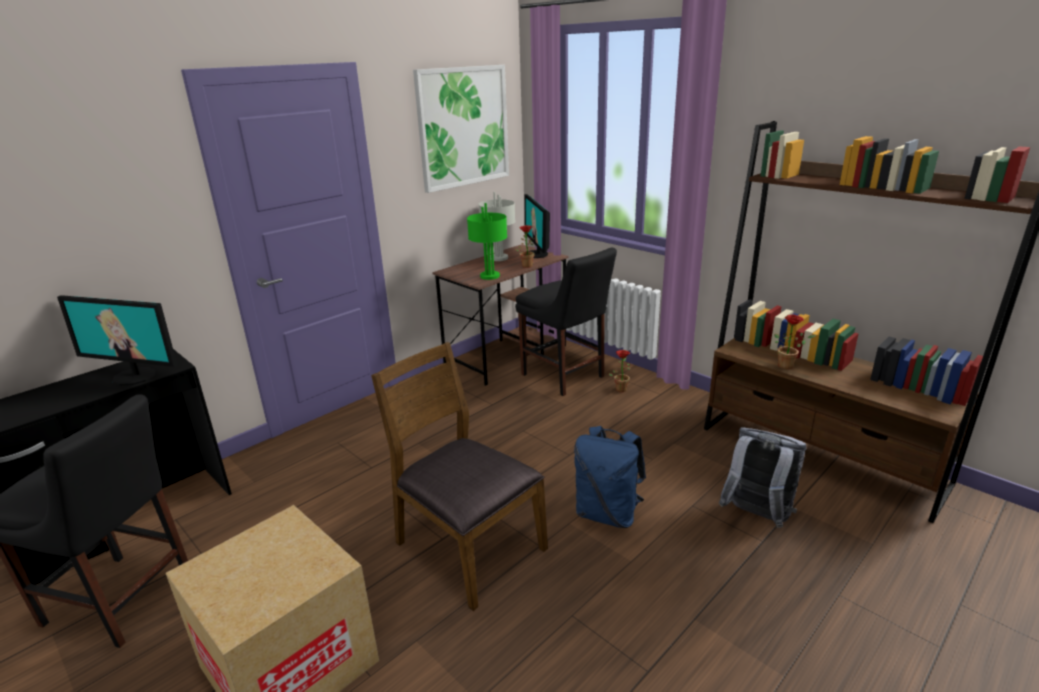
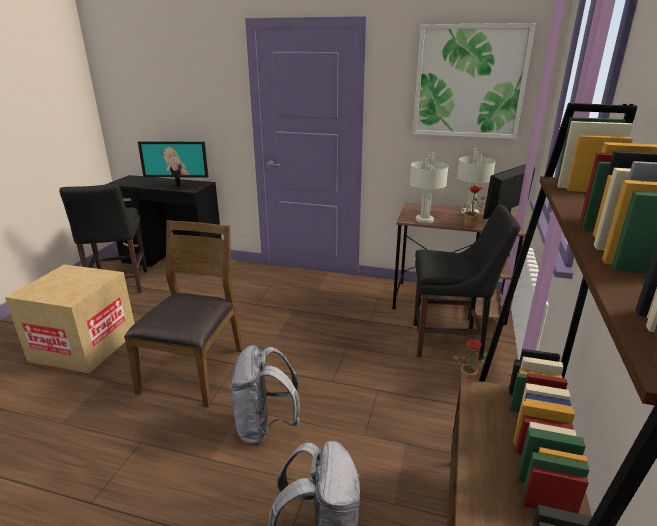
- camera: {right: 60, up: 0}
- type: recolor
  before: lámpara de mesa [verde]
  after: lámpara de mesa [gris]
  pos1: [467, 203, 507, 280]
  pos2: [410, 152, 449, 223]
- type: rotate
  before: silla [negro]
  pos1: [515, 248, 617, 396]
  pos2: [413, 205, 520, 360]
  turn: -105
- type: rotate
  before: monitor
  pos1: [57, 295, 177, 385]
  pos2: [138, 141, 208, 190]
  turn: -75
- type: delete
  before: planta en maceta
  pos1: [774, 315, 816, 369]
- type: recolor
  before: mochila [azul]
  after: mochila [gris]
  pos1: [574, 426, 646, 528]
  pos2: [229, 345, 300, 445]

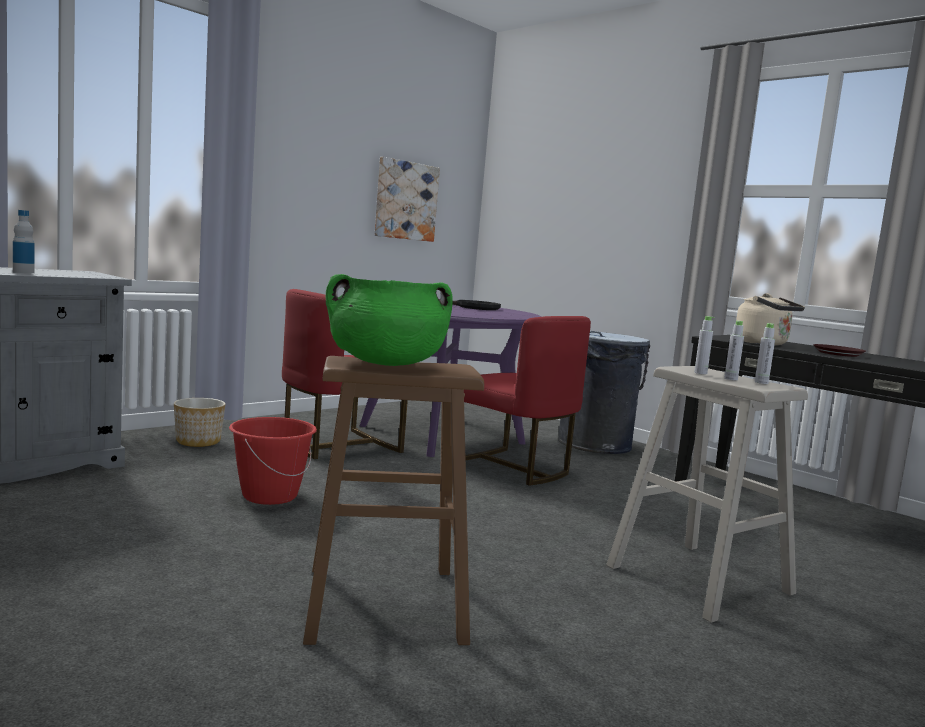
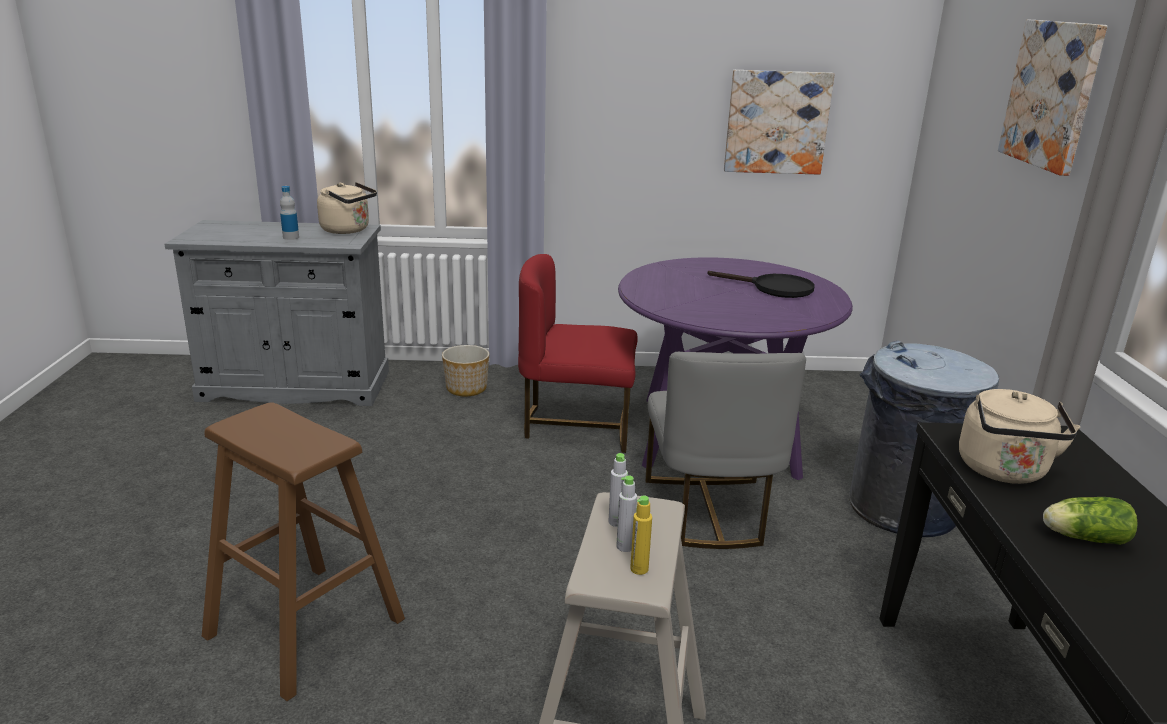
- camera: {right: 45, up: 15}
- type: delete
  before: olla [verde]
  pos1: [326, 274, 453, 366]
- type: recolor
  before: silla [rojo]
  after: silla [gris]
  pos1: [464, 316, 591, 486]
  pos2: [645, 352, 806, 549]
- type: recolor
  before: botella [gris]
  after: botella [amarillo]
  pos1: [755, 323, 775, 384]
  pos2: [630, 495, 652, 575]
- type: replace
  before: plato [marrón]
  after: lechuga
  pos1: [813, 344, 866, 357]
  pos2: [1043, 497, 1138, 545]
- type: delete
  before: cubo [rojo]
  pos1: [229, 417, 317, 505]
- type: insert
  after: cuadro
  pos2: [998, 20, 1108, 176]
- type: insert
  after: hervidor [beis]
  pos2: [317, 182, 377, 234]

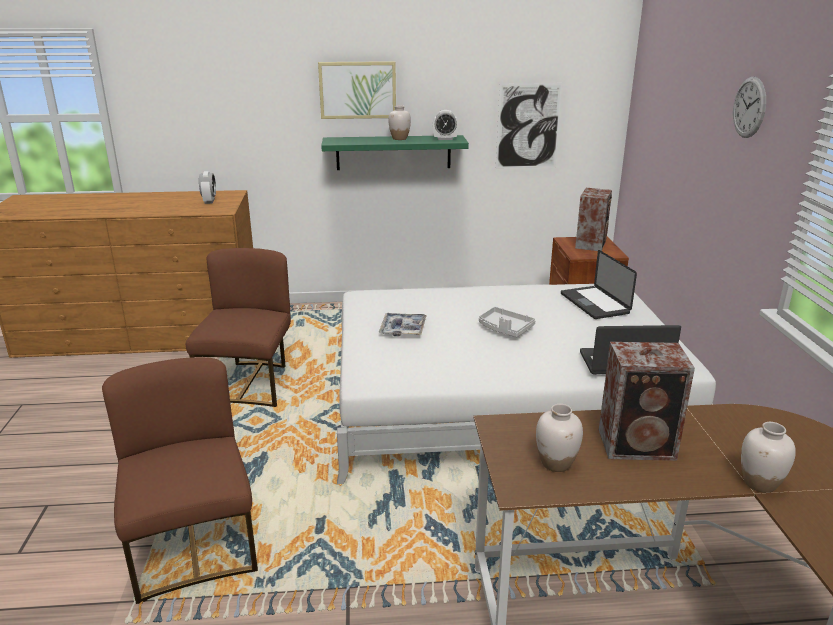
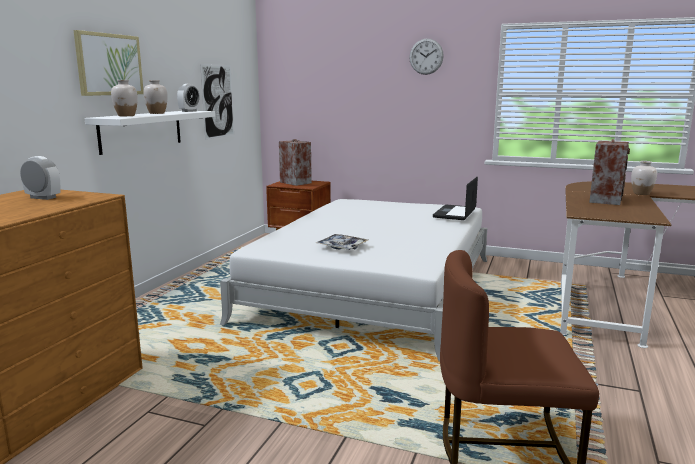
- camera: {right: -65, up: -10}
- type: recolor
  before: estante [verde]
  after: estante [blanco]
  pos1: [321, 135, 469, 170]
  pos2: [84, 111, 215, 155]
- type: delete
  before: silla [marrón]
  pos1: [186, 248, 291, 407]
- type: delete
  before: portátil
  pos1: [561, 250, 637, 319]
- type: delete
  before: bandeja [gris]
  pos1: [479, 307, 536, 337]
- type: move
  before: florero [blanco]
  pos1: [536, 404, 583, 472]
  pos2: [111, 80, 138, 116]

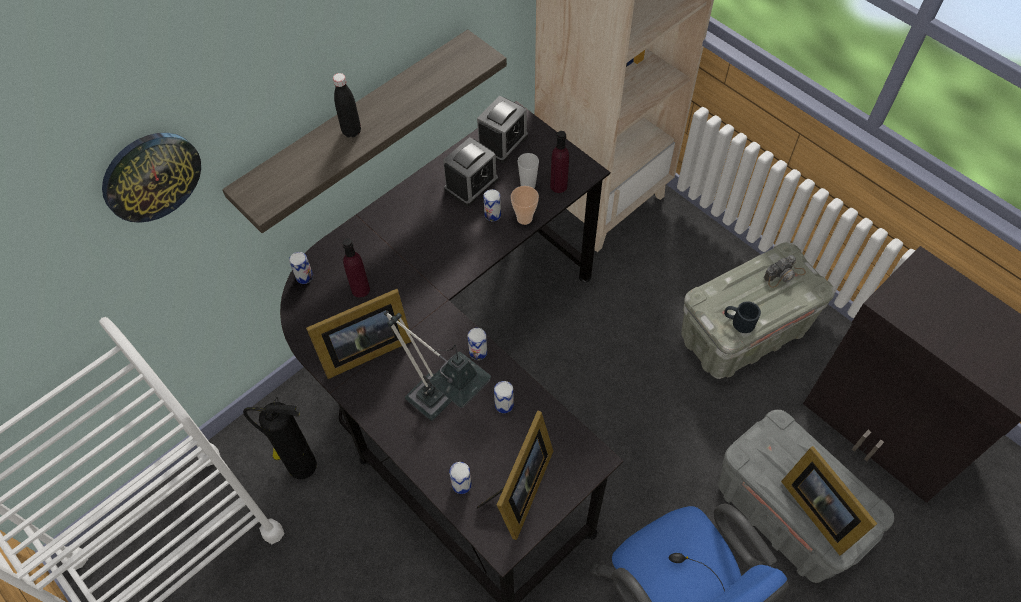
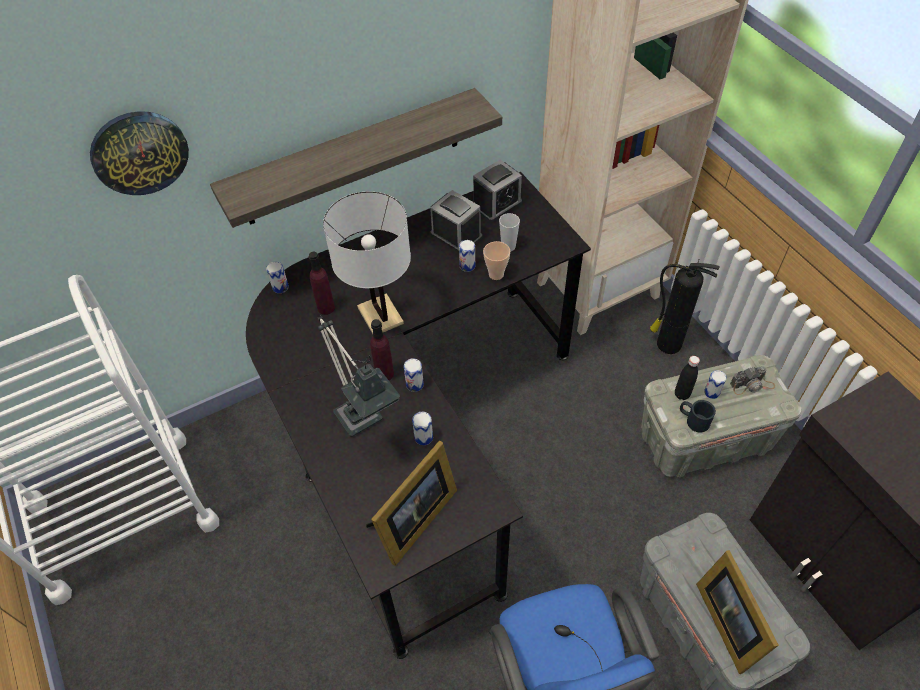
- camera: {right: 15, up: -5}
- type: move
  before: botella [negro]
  pos1: [333, 73, 361, 137]
  pos2: [675, 356, 700, 400]
- type: move
  before: botella [morado]
  pos1: [550, 131, 569, 193]
  pos2: [370, 319, 394, 380]
- type: rotate
  before: despertador
  pos1: [443, 137, 498, 206]
  pos2: [430, 190, 482, 253]
  turn: -105
- type: delete
  before: portarretratos
  pos1: [306, 289, 411, 379]
- type: move
  before: extintor
  pos1: [243, 397, 317, 479]
  pos2: [650, 260, 720, 354]
- type: move
  before: lata
  pos1: [449, 462, 472, 494]
  pos2: [704, 370, 727, 399]
- type: insert
  after: lámpara de mesa [blanco]
  pos2: [323, 191, 411, 334]

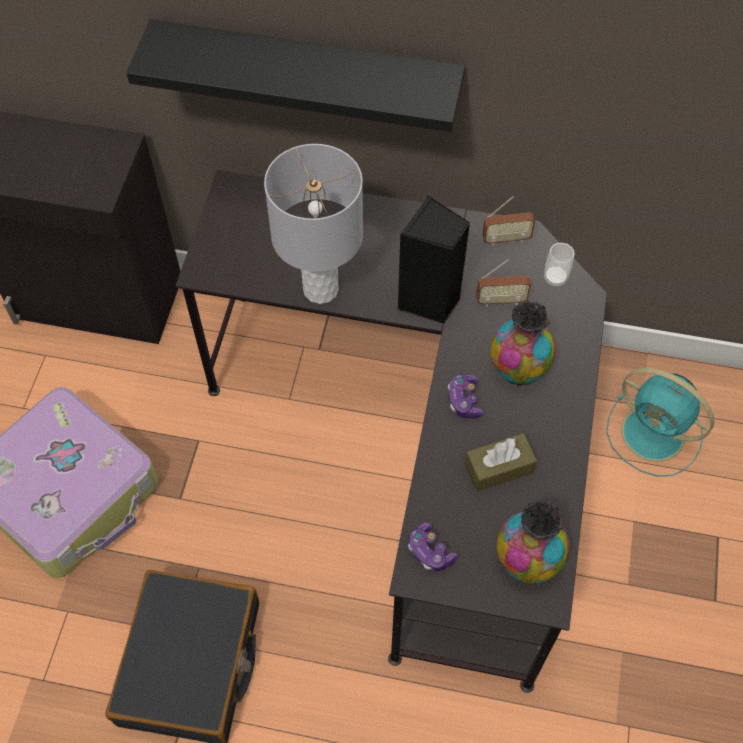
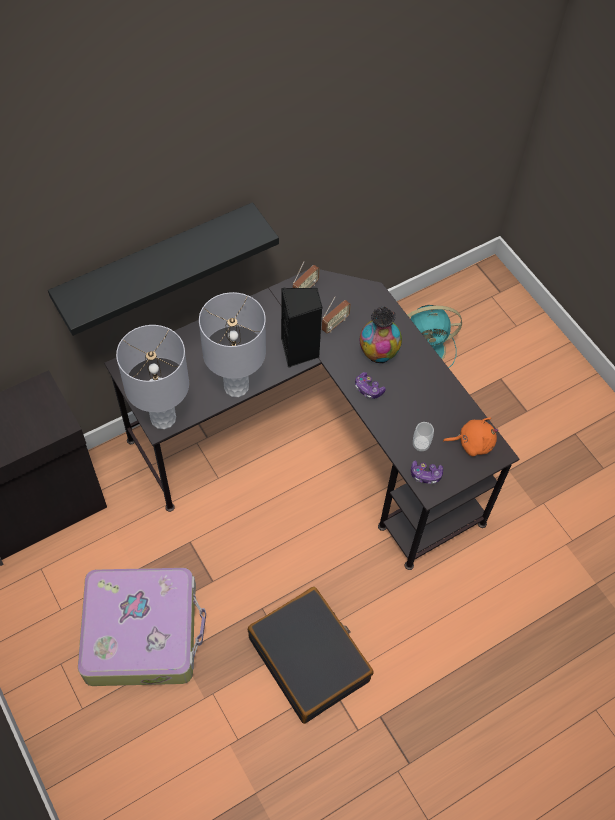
- camera: {right: -45, up: 0}
- type: move
  before: taza
  pos1: [544, 243, 575, 287]
  pos2: [413, 422, 434, 452]
- type: delete
  before: caja de pañuelos [marrón]
  pos1: [464, 433, 537, 492]
- type: replace
  before: florero
  after: peluche [naranja]
  pos1: [497, 500, 570, 584]
  pos2: [443, 417, 499, 456]
- type: insert
  after: lámpara de mesa [gris]
  pos2: [116, 325, 189, 429]

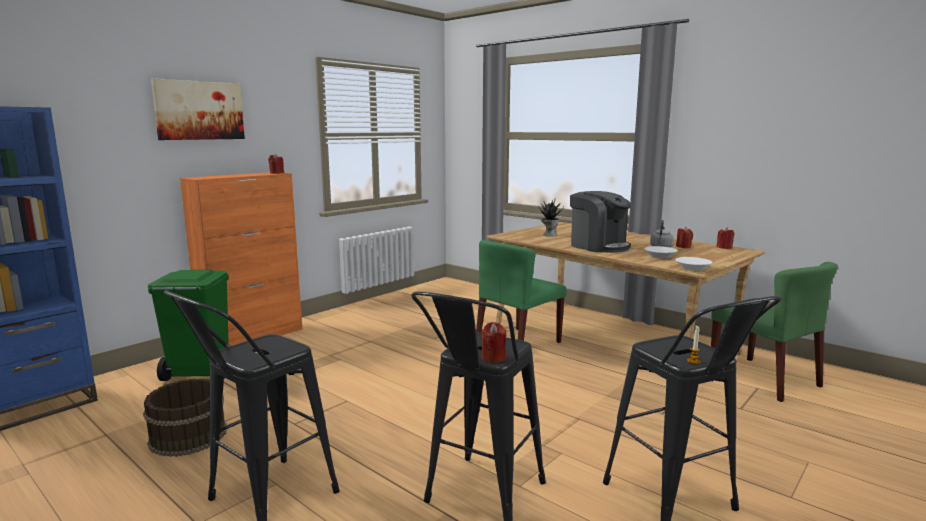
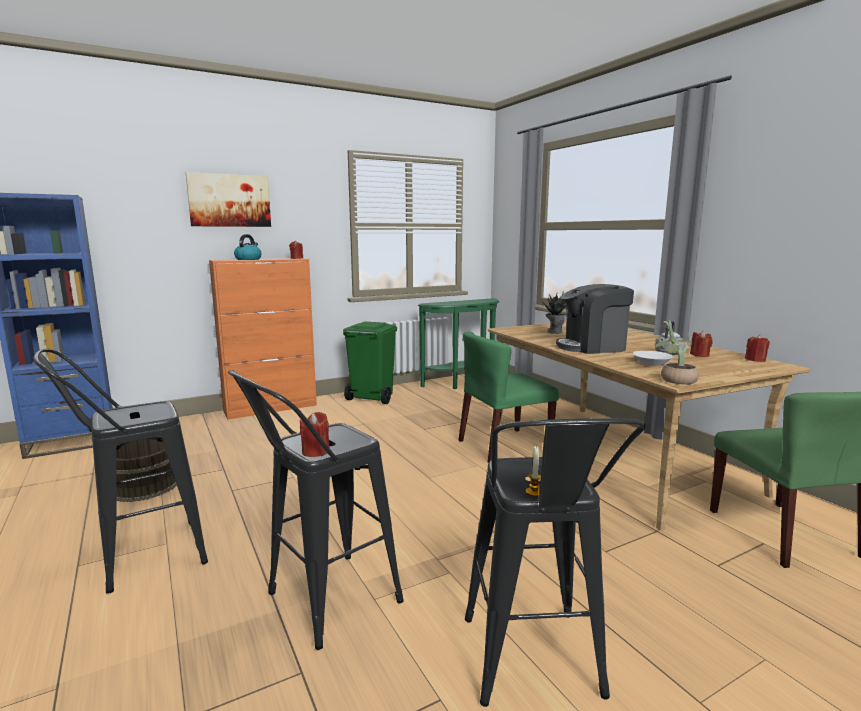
- camera: {right: 20, up: 0}
- type: rotate
  before: cafetera
  pos1: [570, 191, 631, 253]
  pos2: [556, 284, 634, 354]
  turn: 105
- type: replace
  before: cuenco [blanco]
  after: planta en maceta
  pos1: [675, 257, 712, 271]
  pos2: [655, 320, 699, 385]
- type: move
  before: papelera [verde]
  pos1: [148, 270, 229, 381]
  pos2: [343, 322, 397, 404]
- type: insert
  after: hervidor
  pos2: [234, 234, 261, 260]
- type: insert
  after: mesa consola [verde]
  pos2: [418, 298, 499, 389]

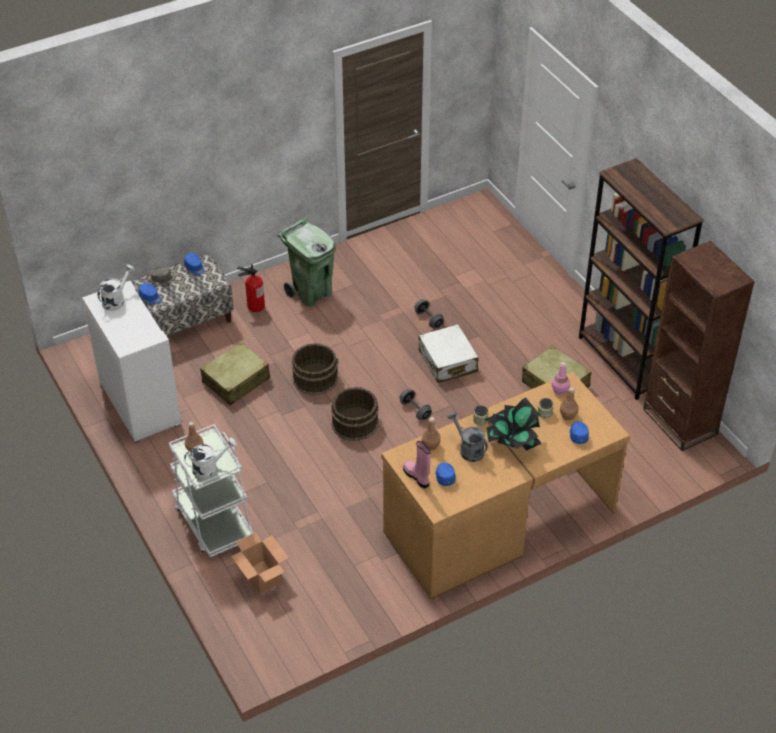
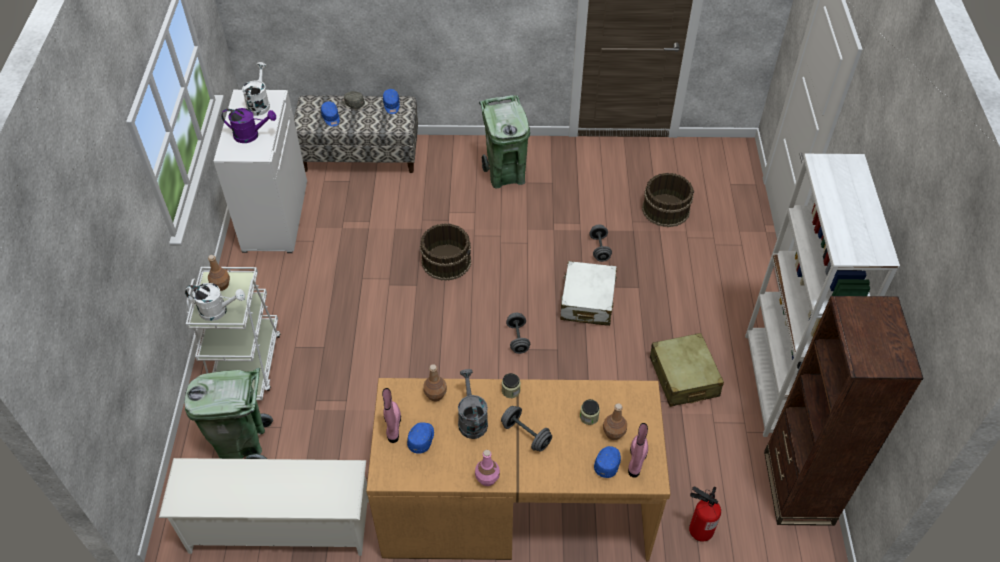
- camera: {right: 30, up: 5}
- type: recolor
  before: estantería [marrón]
  after: estantería [blanco]
  pos1: [579, 158, 703, 400]
  pos2: [745, 154, 900, 437]
- type: rotate
  before: regadera [blanco]
  pos1: [97, 264, 135, 311]
  pos2: [242, 62, 270, 116]
  turn: -60
- type: move
  before: extintor
  pos1: [237, 264, 265, 312]
  pos2: [689, 487, 721, 542]
- type: delete
  before: maleta [beis]
  pos1: [200, 341, 270, 405]
- type: move
  before: botella [rosa]
  pos1: [552, 362, 570, 395]
  pos2: [475, 450, 500, 486]
- type: move
  before: cubo [marrón]
  pos1: [331, 387, 379, 441]
  pos2: [642, 173, 694, 227]
- type: replace
  before: planta en maceta
  after: mancuerna [gris]
  pos1: [485, 397, 542, 451]
  pos2: [501, 406, 552, 451]
- type: replace
  before: caja de cartón
  after: papelera [verde]
  pos1: [231, 532, 289, 594]
  pos2: [184, 368, 273, 459]
- type: insert
  after: regadera [morado]
  pos2: [221, 108, 276, 143]
- type: insert
  after: bota [rosa]
  pos2: [628, 423, 648, 478]
- type: insert
  after: zapatero [blanco]
  pos2: [159, 458, 369, 556]

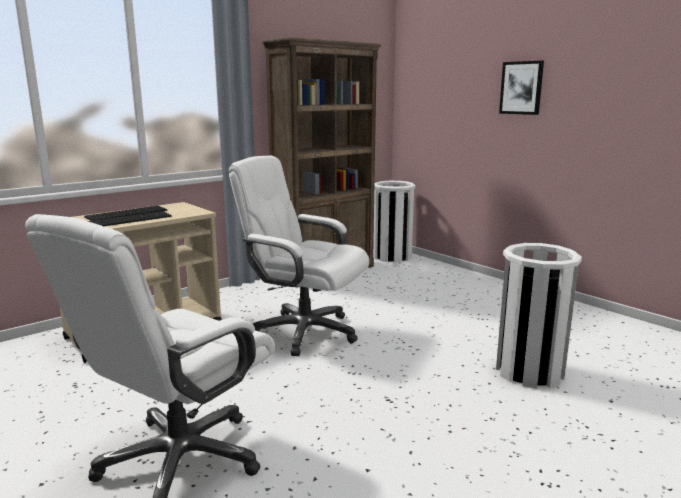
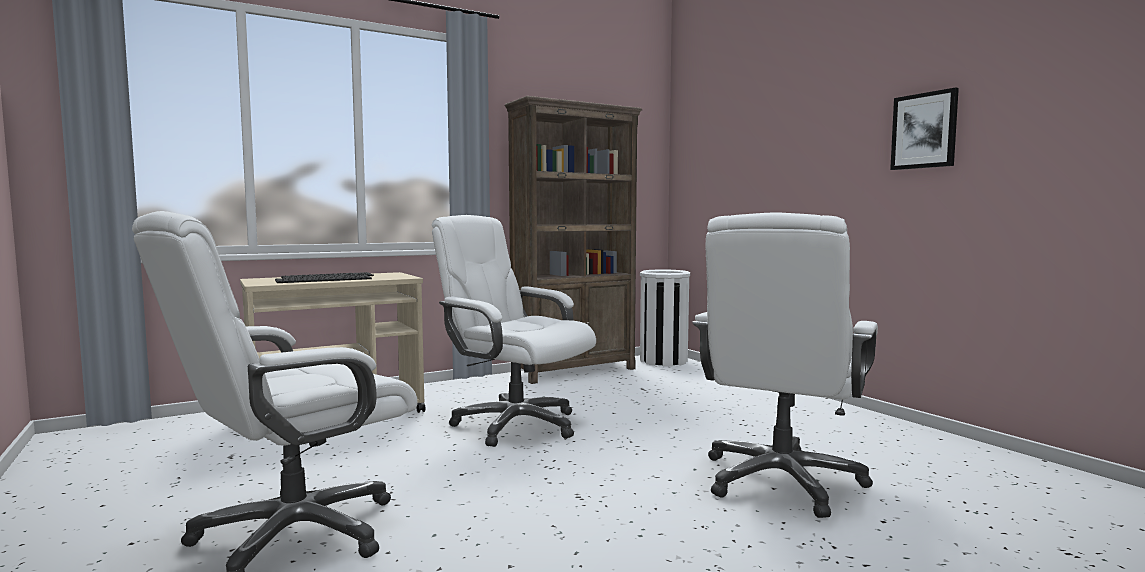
- camera: {right: 10, up: -10}
- type: move
  before: cuadro
  pos1: [499, 60, 544, 115]
  pos2: [890, 87, 959, 170]
- type: replace
  before: papelera [blanco]
  after: silla de oficina [blanco]
  pos1: [496, 243, 582, 388]
  pos2: [692, 212, 878, 518]

